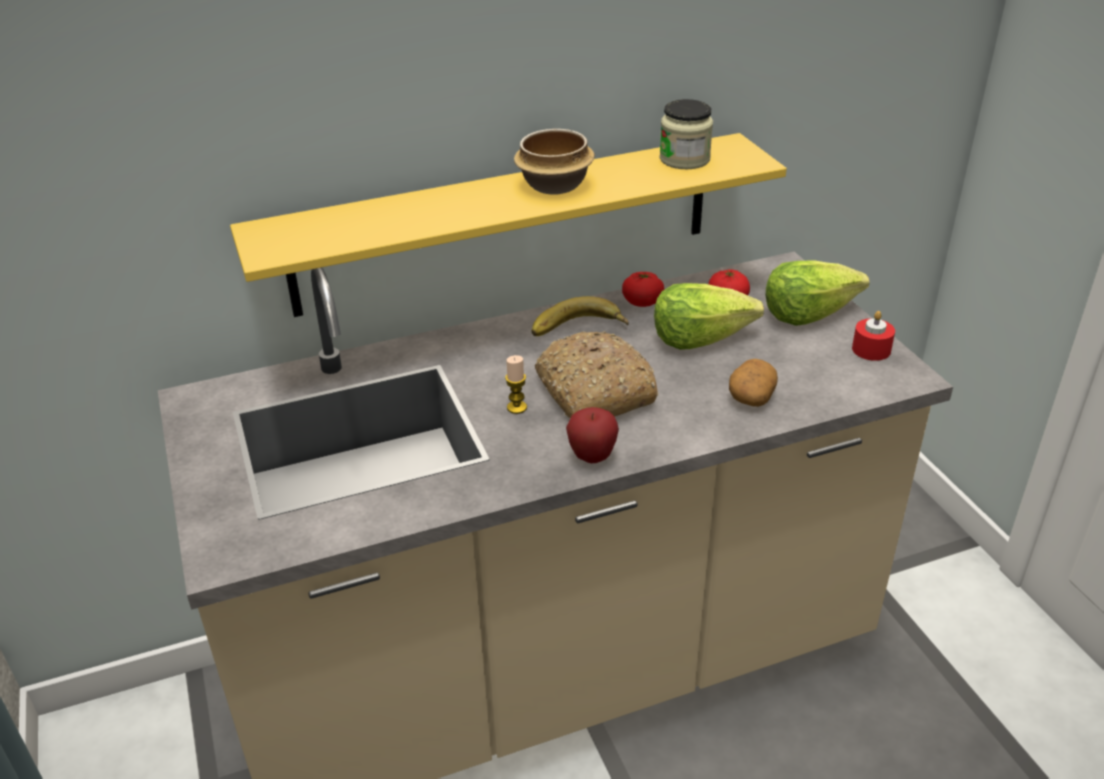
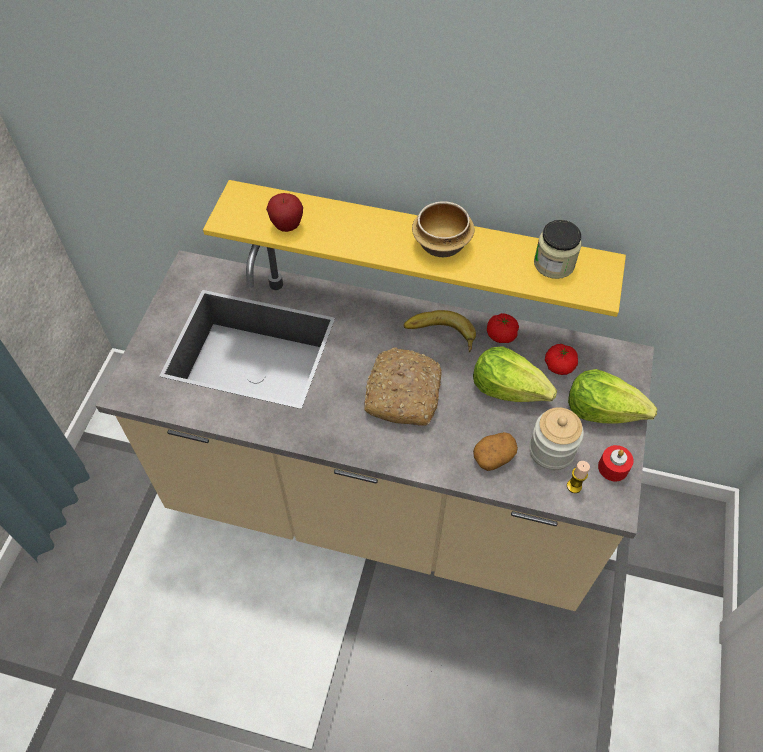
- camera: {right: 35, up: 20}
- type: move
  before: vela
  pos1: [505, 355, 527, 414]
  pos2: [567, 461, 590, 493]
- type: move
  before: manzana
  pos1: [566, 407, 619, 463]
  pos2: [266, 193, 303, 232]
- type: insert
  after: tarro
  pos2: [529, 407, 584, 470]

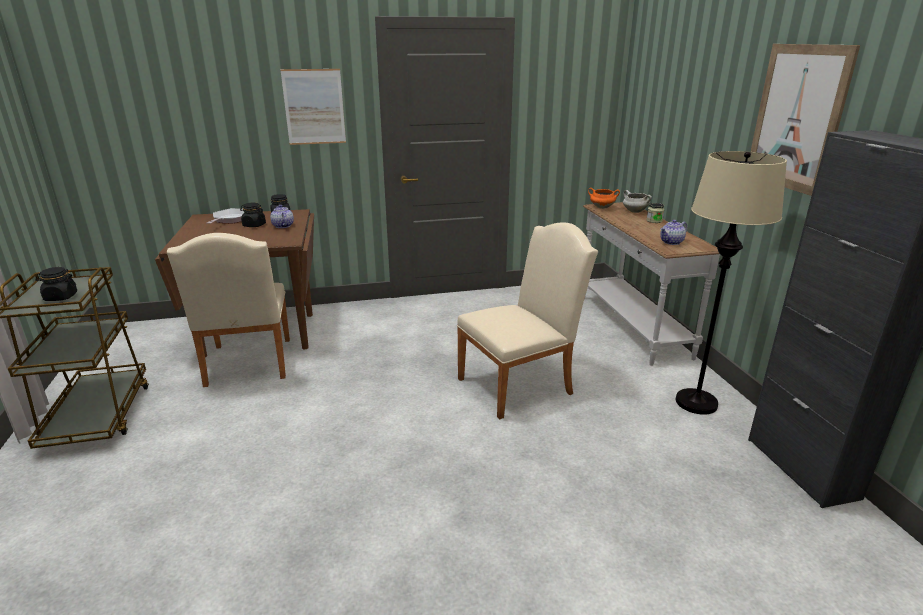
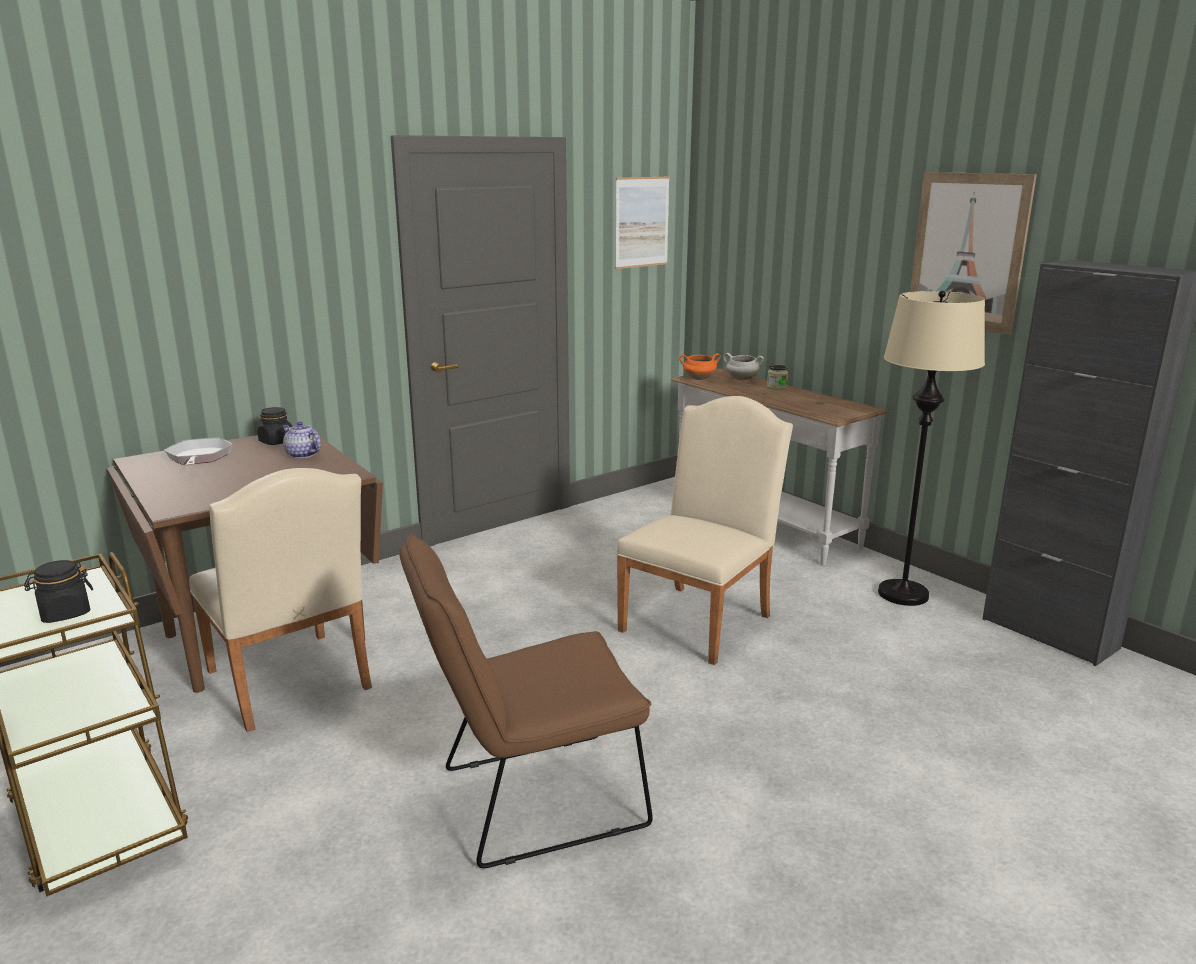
- camera: {right: -25, up: -5}
- type: move
  before: cuadro
  pos1: [280, 69, 346, 145]
  pos2: [615, 177, 670, 269]
- type: delete
  before: tarro [negro]
  pos1: [240, 202, 266, 227]
- type: delete
  before: tetera
  pos1: [660, 220, 687, 245]
- type: insert
  after: silla [marrón]
  pos2: [399, 534, 653, 868]

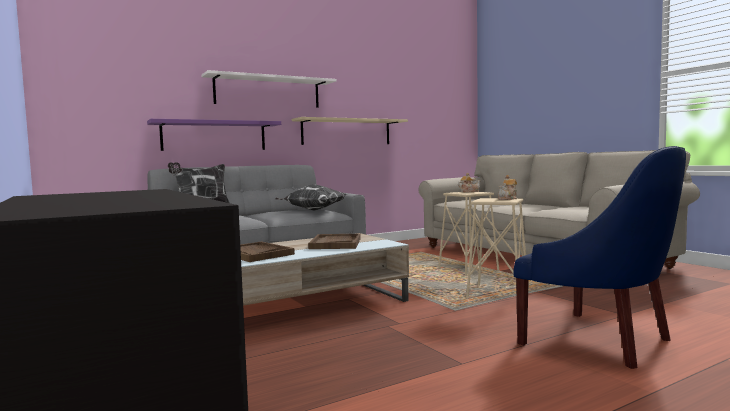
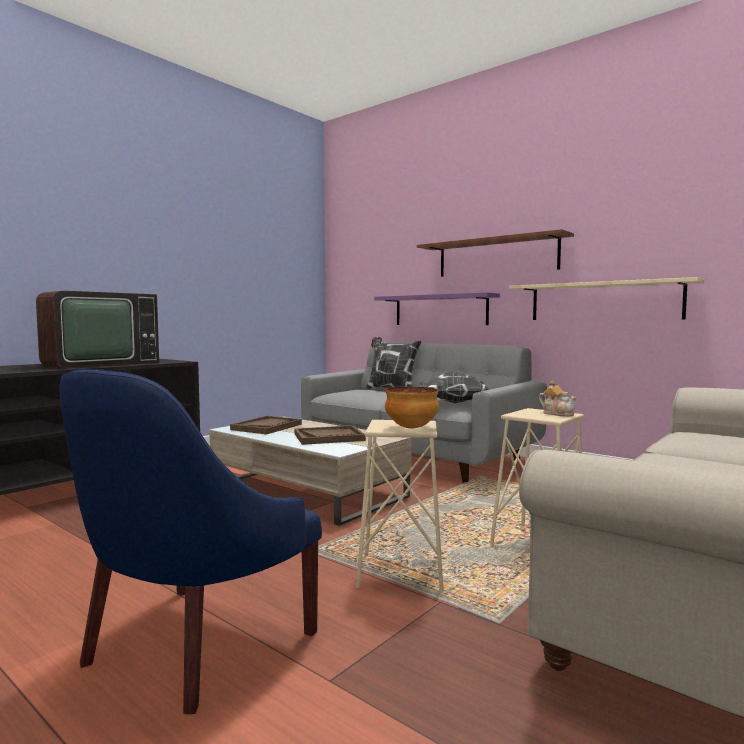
- camera: {right: 70, up: 0}
- type: recolor
  before: estante [blanco]
  after: estante [marrón]
  pos1: [201, 70, 337, 108]
  pos2: [417, 229, 574, 277]
- type: replace
  before: tetera
  after: cuenco
  pos1: [498, 175, 517, 200]
  pos2: [385, 387, 439, 429]
- type: insert
  after: televisor
  pos2: [36, 291, 159, 368]

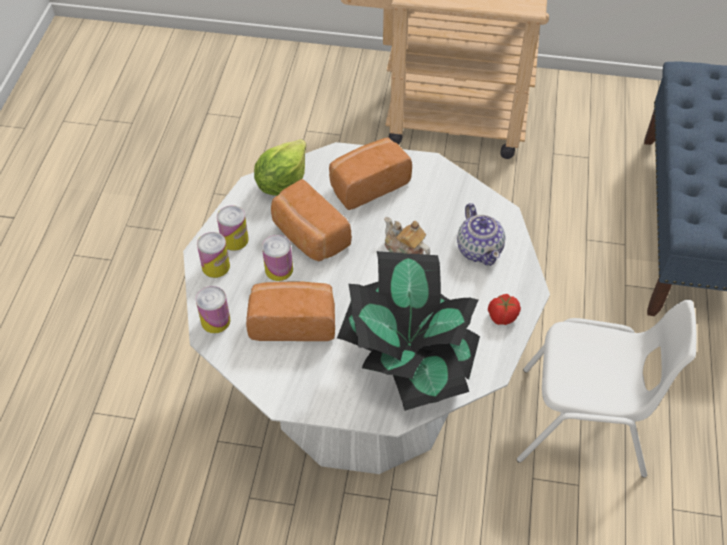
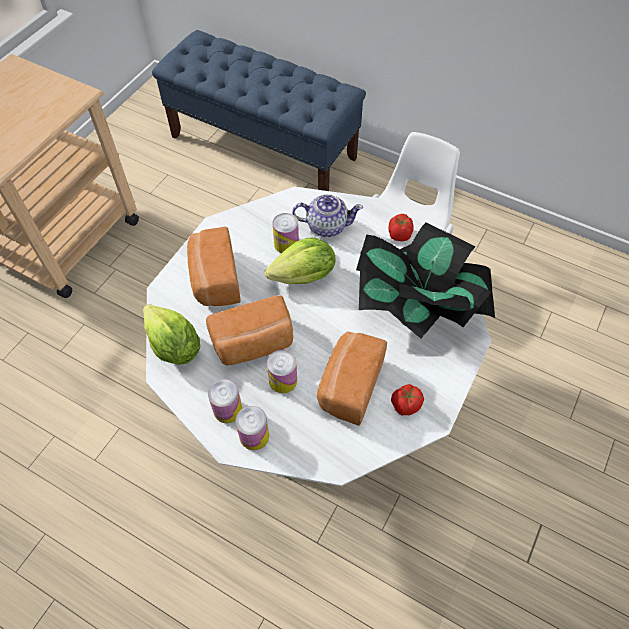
- camera: {right: -70, up: 5}
- type: replace
  before: tetera
  after: lechuga
  pos1: [384, 217, 430, 255]
  pos2: [265, 238, 336, 284]
- type: move
  before: lata
  pos1: [196, 286, 230, 333]
  pos2: [273, 213, 299, 253]
- type: insert
  after: tomate
  pos2: [391, 384, 424, 415]

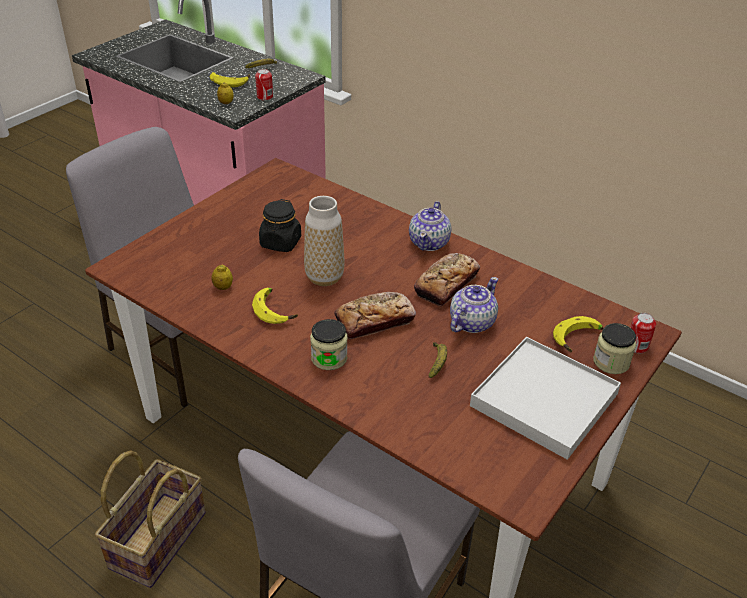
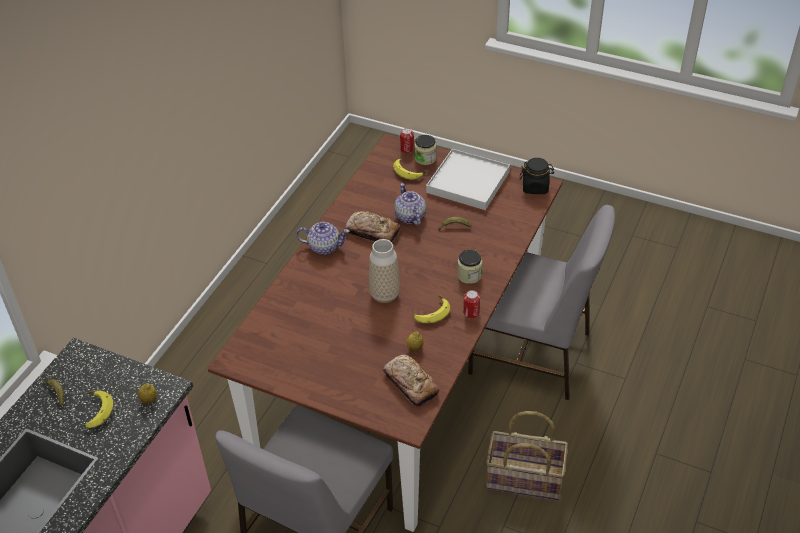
- camera: {right: -100, up: 5}
- type: move
  before: lata
  pos1: [255, 69, 273, 101]
  pos2: [463, 290, 480, 319]
- type: move
  before: tarro [negro]
  pos1: [259, 199, 301, 252]
  pos2: [520, 158, 554, 194]
- type: rotate
  before: tetera
  pos1: [450, 277, 498, 333]
  pos2: [394, 183, 426, 226]
  turn: 45
- type: move
  before: pan
  pos1: [334, 292, 416, 340]
  pos2: [383, 355, 440, 407]

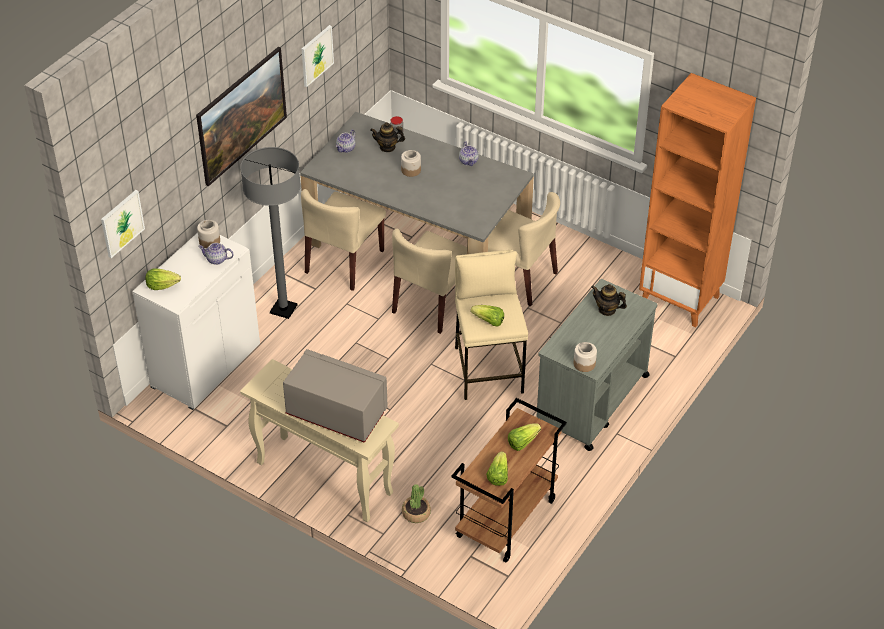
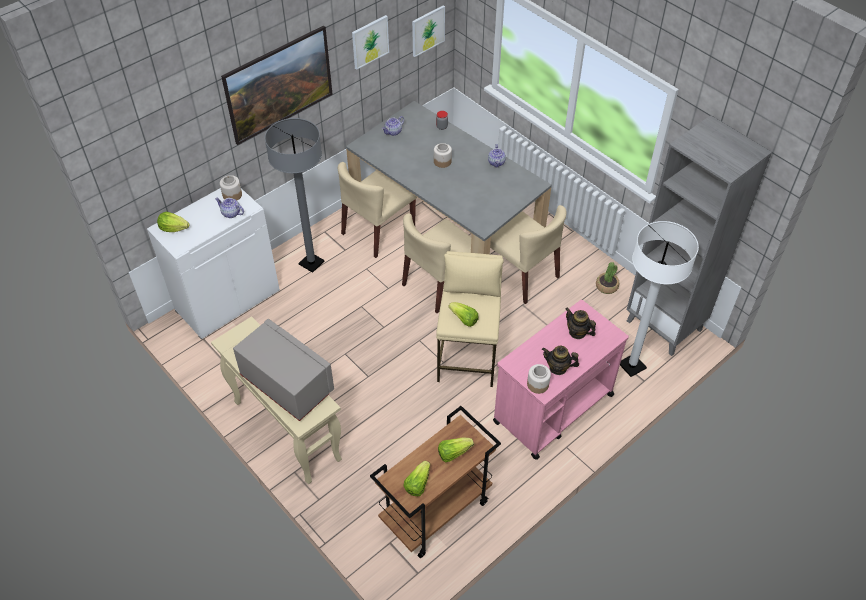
- camera: {right: 15, up: 5}
- type: recolor
  before: estantería [naranja]
  after: estantería [gris]
  pos1: [639, 73, 756, 327]
  pos2: [627, 115, 772, 356]
- type: move
  before: tetera
  pos1: [370, 122, 405, 152]
  pos2: [542, 346, 579, 375]
- type: move
  before: cuadro
  pos1: [101, 190, 145, 258]
  pos2: [412, 5, 445, 57]
- type: recolor
  before: carrito [gris]
  after: carrito [rosa]
  pos1: [537, 279, 657, 451]
  pos2: [493, 300, 629, 460]
- type: move
  before: planta en maceta
  pos1: [402, 484, 431, 523]
  pos2: [596, 262, 619, 294]
- type: insert
  after: lámpara de pie [blanco]
  pos2: [620, 221, 699, 377]

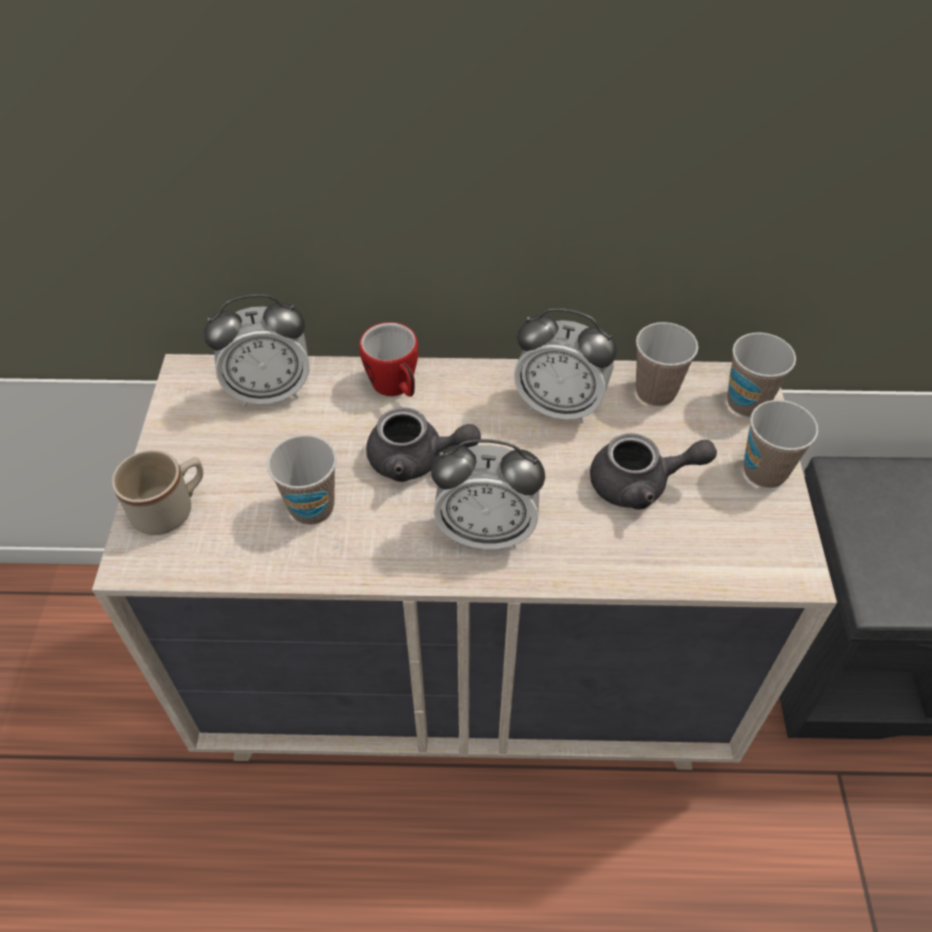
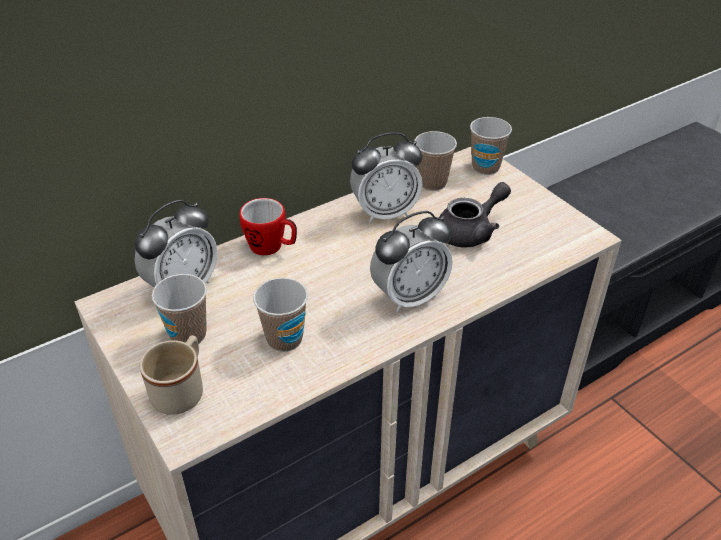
- camera: {right: -35, up: -10}
- type: move
  before: taza
  pos1: [744, 400, 818, 488]
  pos2: [152, 274, 207, 347]
- type: delete
  before: tetera [gris]
  pos1: [366, 408, 481, 482]

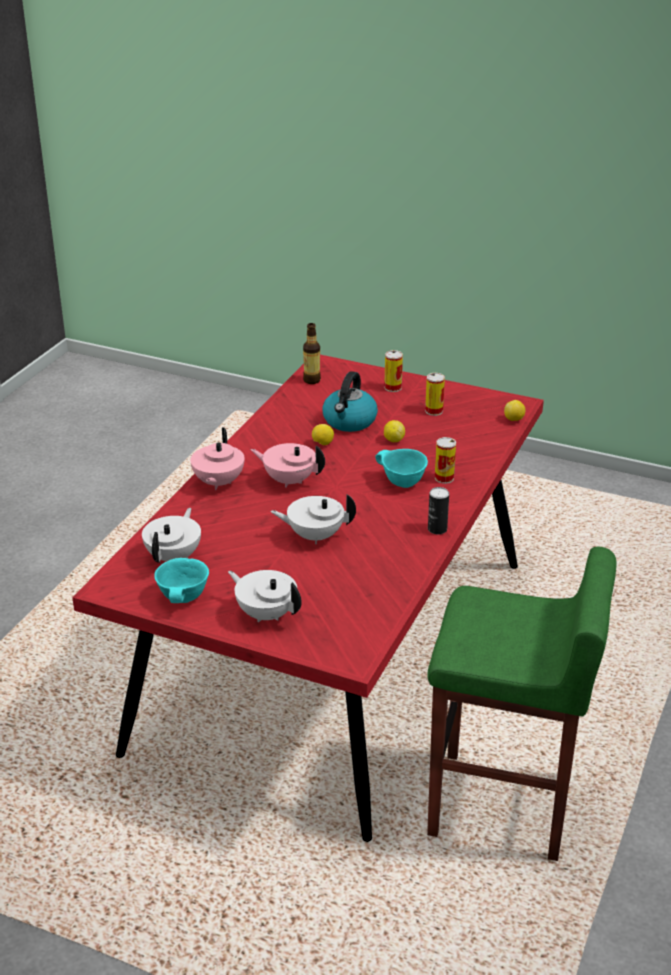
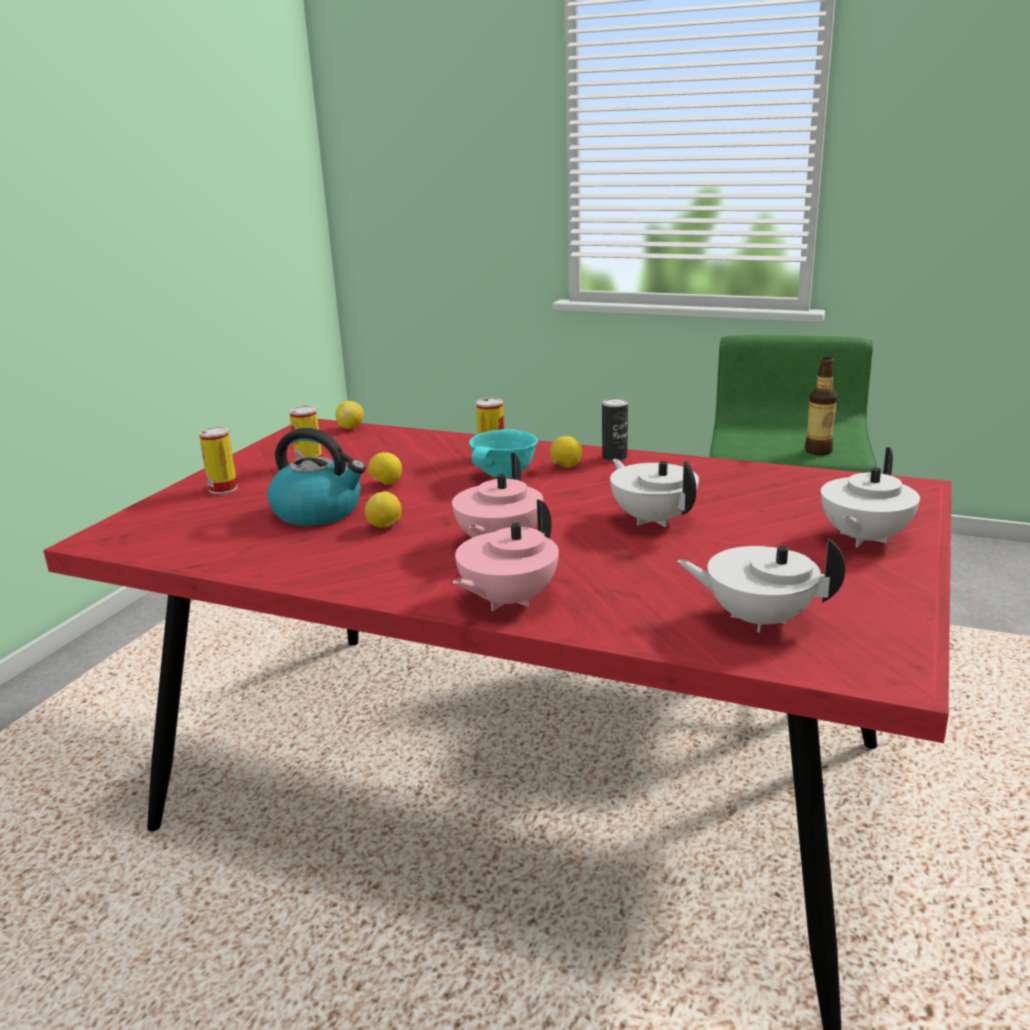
- camera: {right: -90, up: -10}
- type: move
  before: botella
  pos1: [303, 323, 321, 384]
  pos2: [805, 357, 837, 456]
- type: rotate
  before: tetera [rosa]
  pos1: [190, 428, 245, 490]
  pos2: [453, 499, 559, 611]
  turn: 120
- type: rotate
  before: tetera [blanco]
  pos1: [270, 494, 356, 544]
  pos2: [610, 459, 699, 527]
  turn: 150
- type: delete
  before: cuenco [turquesa]
  pos1: [154, 558, 209, 603]
- type: insert
  after: limón
  pos2: [550, 436, 582, 468]

